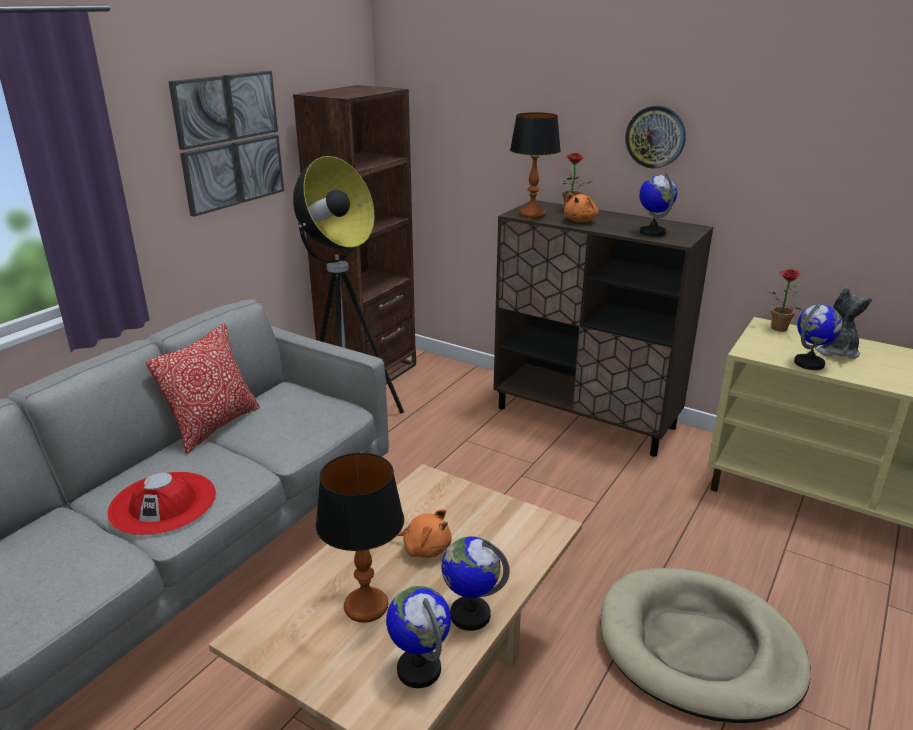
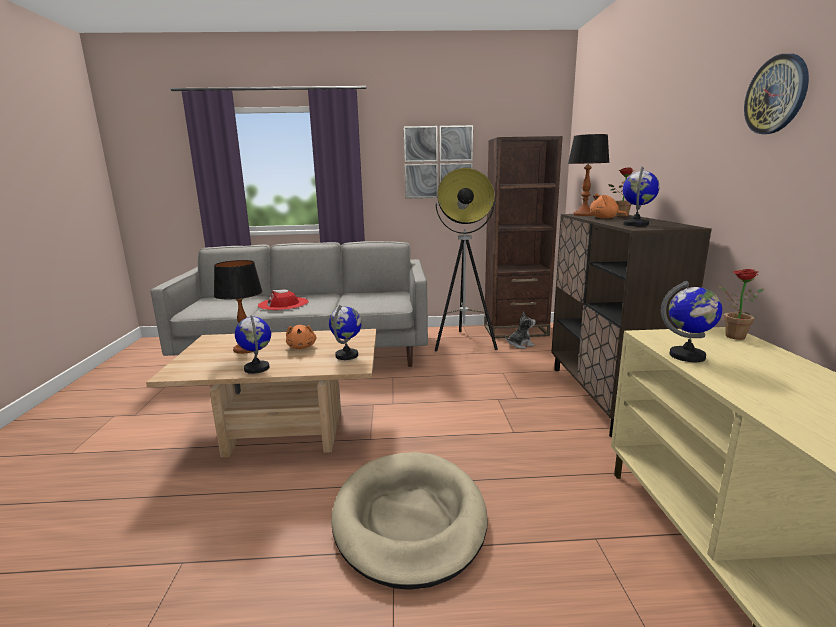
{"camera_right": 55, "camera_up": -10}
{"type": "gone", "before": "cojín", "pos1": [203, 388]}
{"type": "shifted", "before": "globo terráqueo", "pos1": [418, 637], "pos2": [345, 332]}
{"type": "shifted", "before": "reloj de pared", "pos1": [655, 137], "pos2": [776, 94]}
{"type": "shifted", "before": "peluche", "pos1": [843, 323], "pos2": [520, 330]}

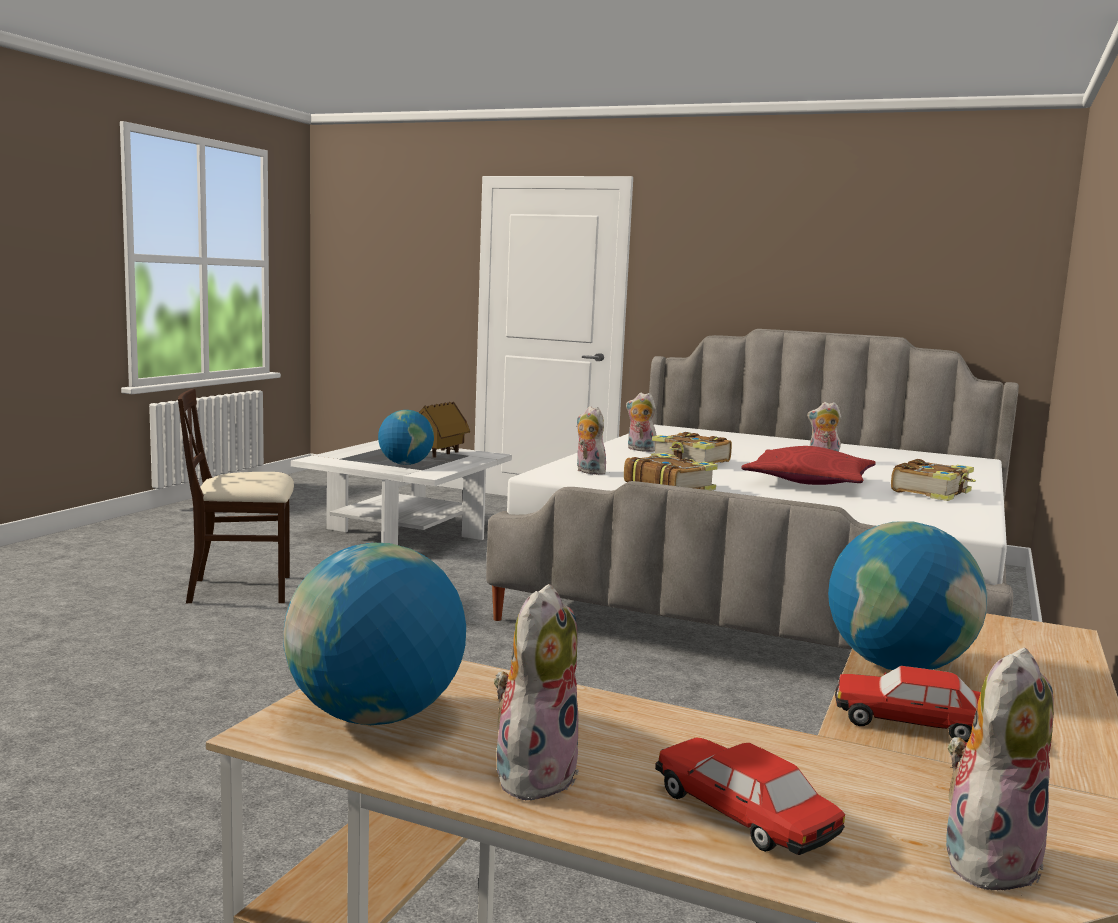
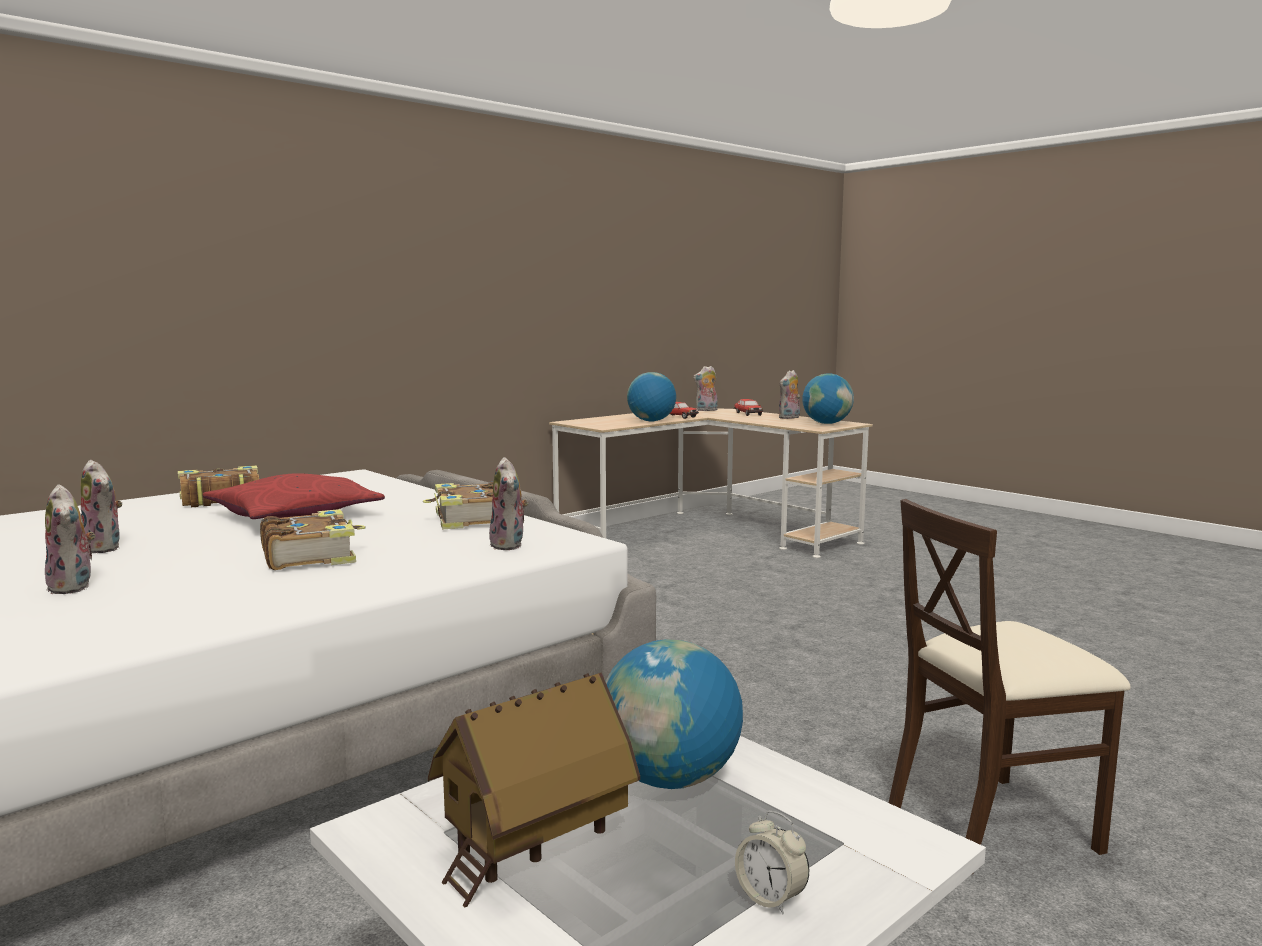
{"camera_right": -155, "camera_up": 0}
{"type": "rotated", "before": "silla [beis]", "pos1": [236, 496], "pos2": [1010, 687], "turn": 150}
{"type": "shifted", "before": "peluche", "pos1": [641, 422], "pos2": [70, 539]}
{"type": "new", "after": "despertador", "pos2": [772, 862]}

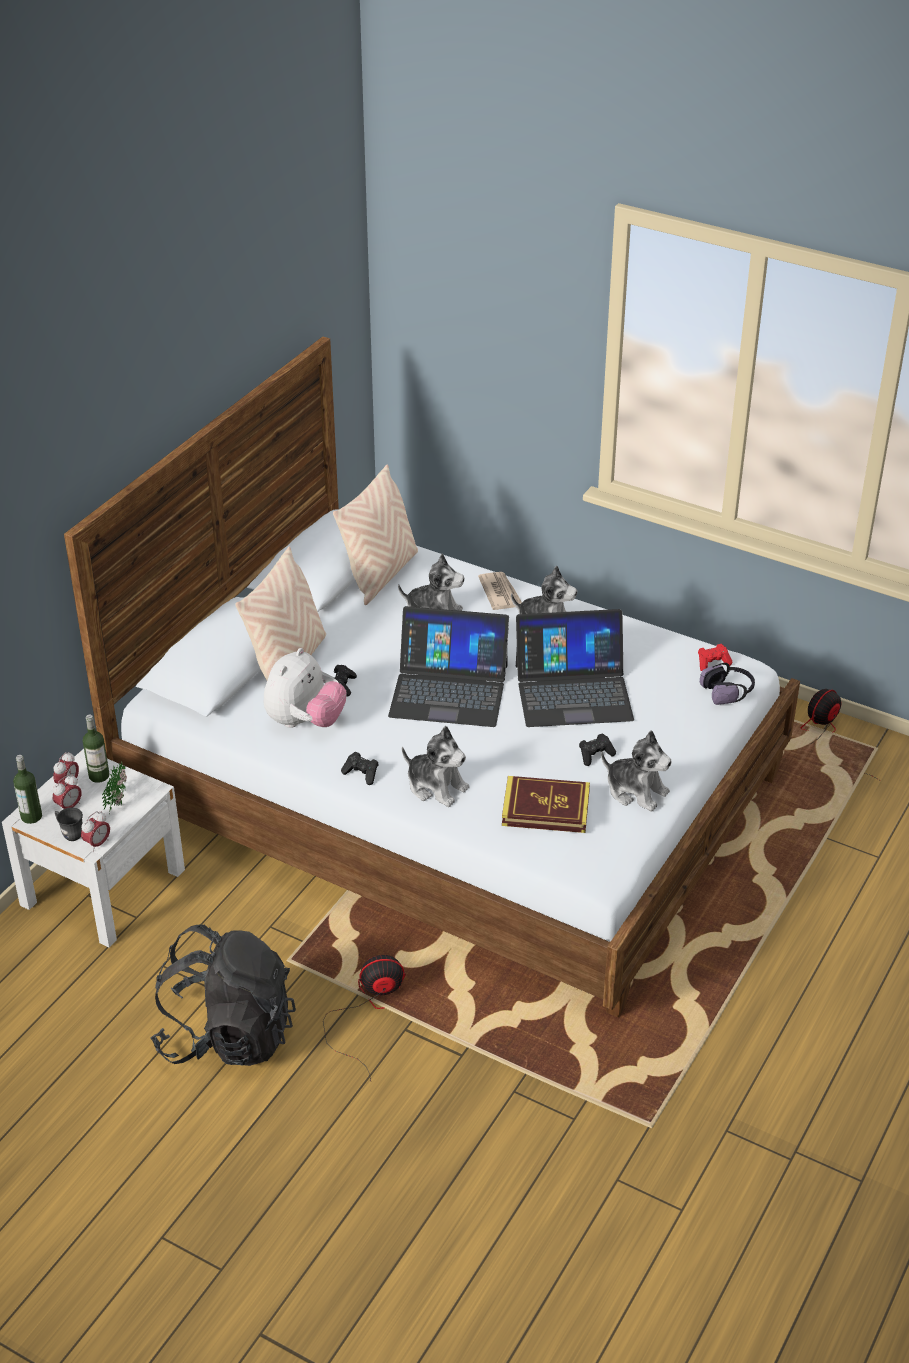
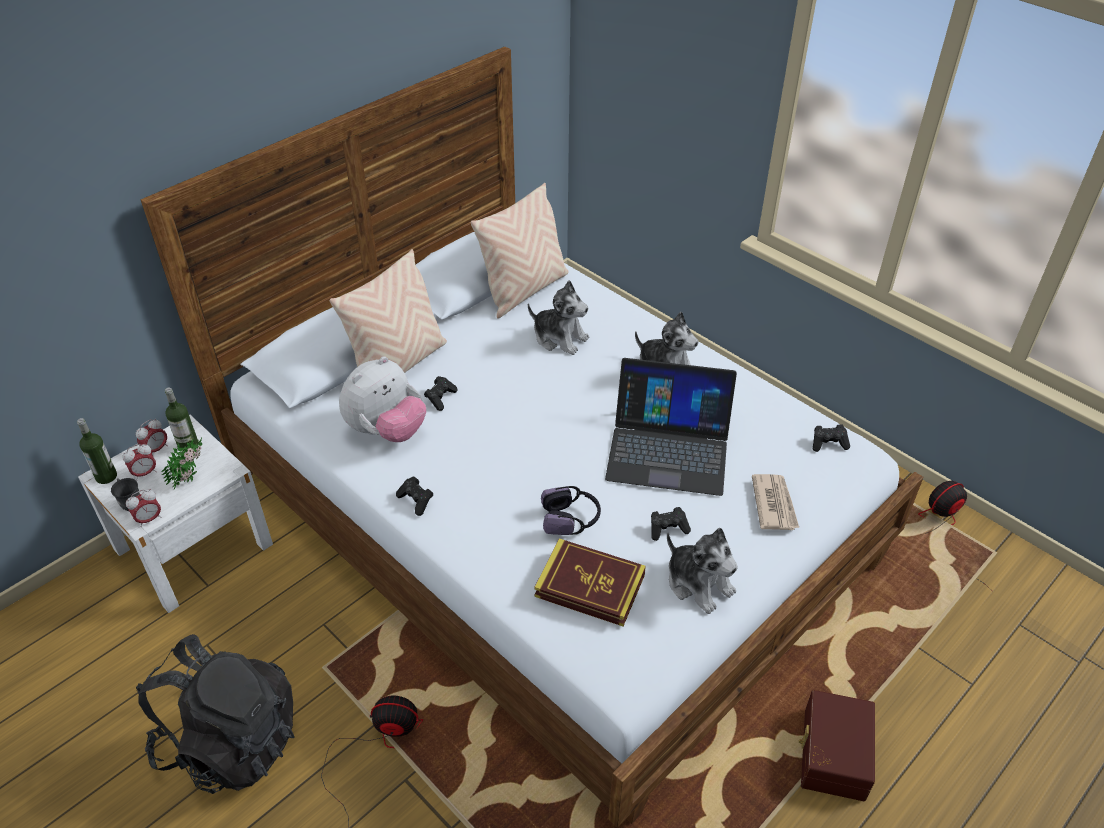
{"camera_right": 15, "camera_up": 5}
{"type": "gone", "before": "portátil", "pos1": [448, 666]}
{"type": "gone", "before": "peluche", "pos1": [435, 766]}
{"type": "shifted", "before": "periódico", "pos1": [500, 591], "pos2": [775, 502]}
{"type": "repainted", "before": "mando de consola [rojo]", "after": "mando de consola [negro]", "pos1": [715, 657], "pos2": [831, 438]}
{"type": "shifted", "before": "auriculares", "pos1": [727, 684], "pos2": [571, 510]}
{"type": "new", "after": "caja de almacenaje [marrón]", "pos2": [837, 745]}

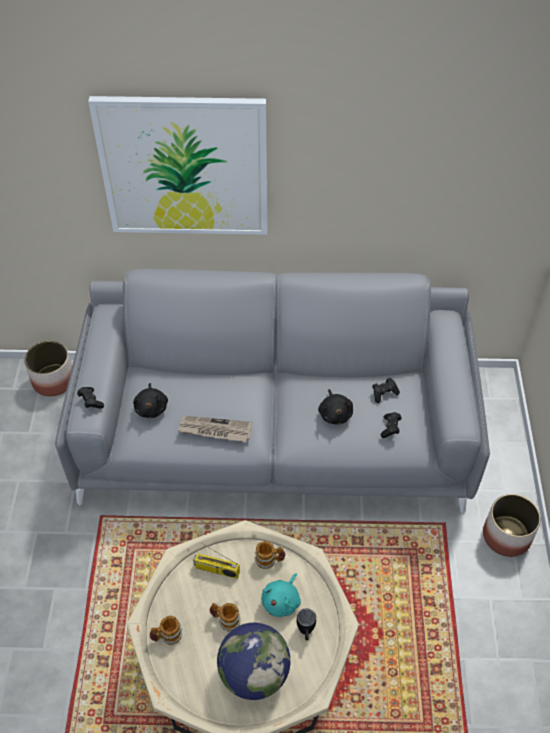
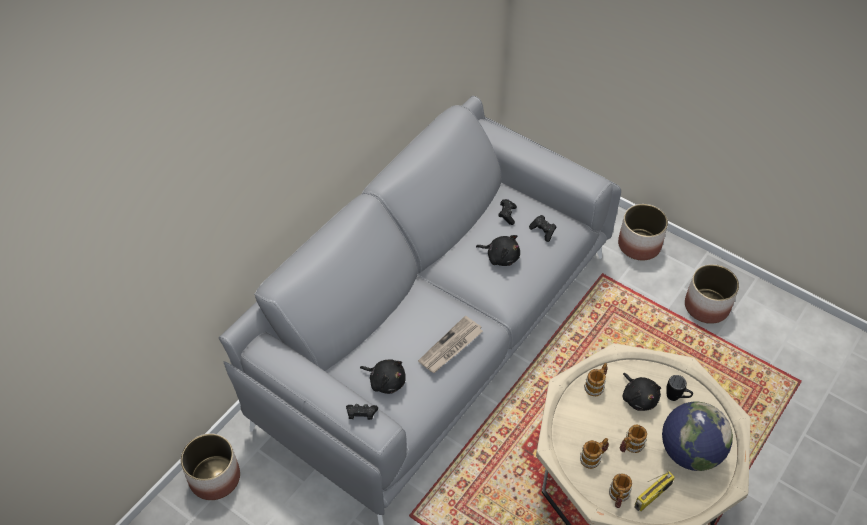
{"camera_right": -55, "camera_up": 0}
{"type": "gone", "before": "cuadro", "pos1": [177, 165]}
{"type": "shifted", "before": "radio", "pos1": [216, 561], "pos2": [655, 491]}
{"type": "repainted", "before": "peluche [turquesa]", "after": "peluche [negro]", "pos1": [281, 595], "pos2": [642, 392]}
{"type": "new", "after": "taza grande", "pos2": [594, 453]}
{"type": "new", "after": "maceta", "pos2": [712, 294]}

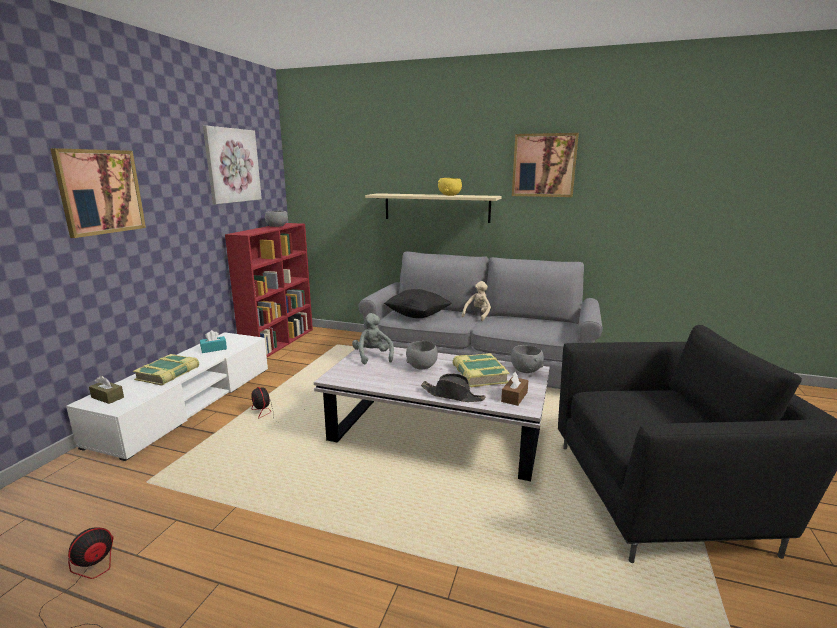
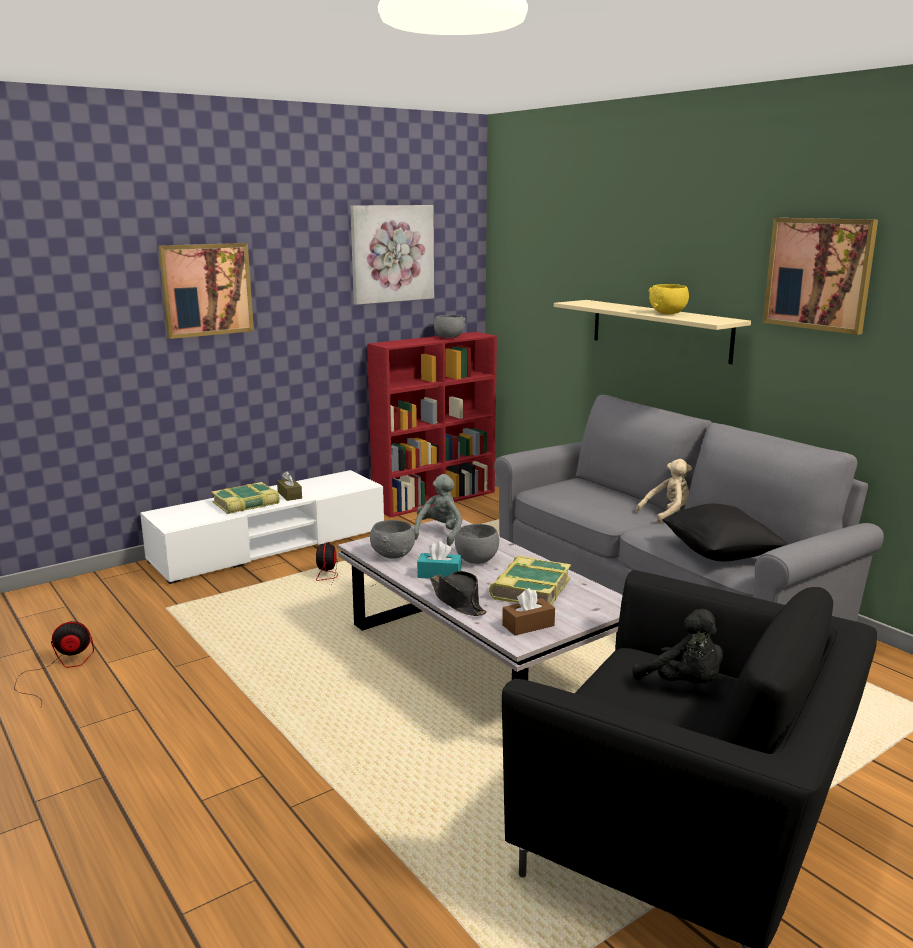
{"camera_right": 35, "camera_up": 0}
{"type": "shifted", "before": "caja de pañuelos [marrón]", "pos1": [106, 389], "pos2": [289, 486]}
{"type": "shifted", "before": "caja de pañuelos [turquesa]", "pos1": [213, 341], "pos2": [439, 560]}
{"type": "shifted", "before": "cojín [negro]", "pos1": [418, 303], "pos2": [725, 532]}
{"type": "shifted", "before": "cuenco [gris]", "pos1": [527, 359], "pos2": [392, 539]}
{"type": "new", "after": "peluche [negro]", "pos2": [677, 646]}

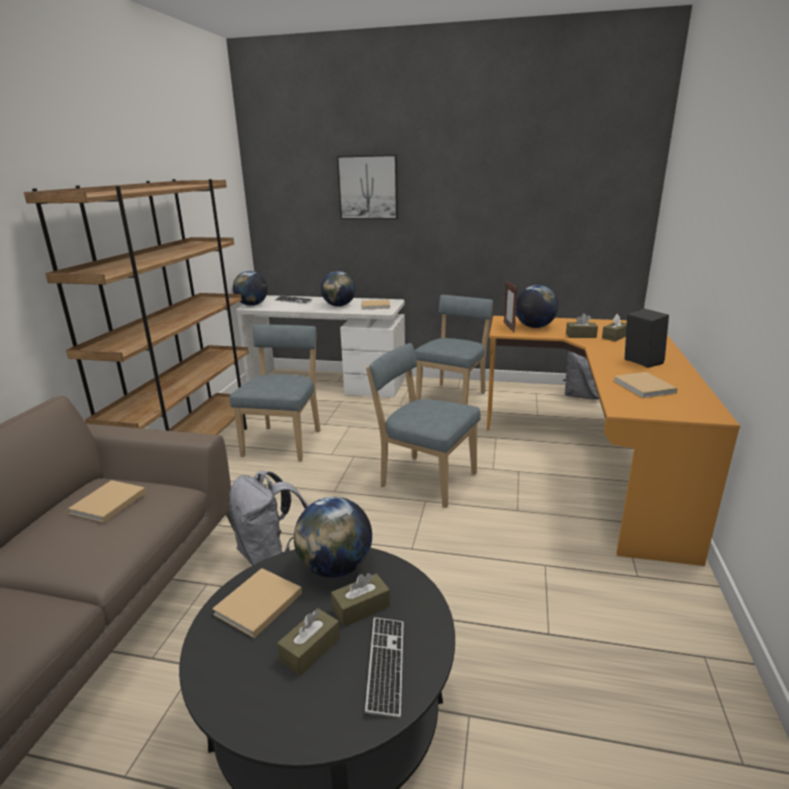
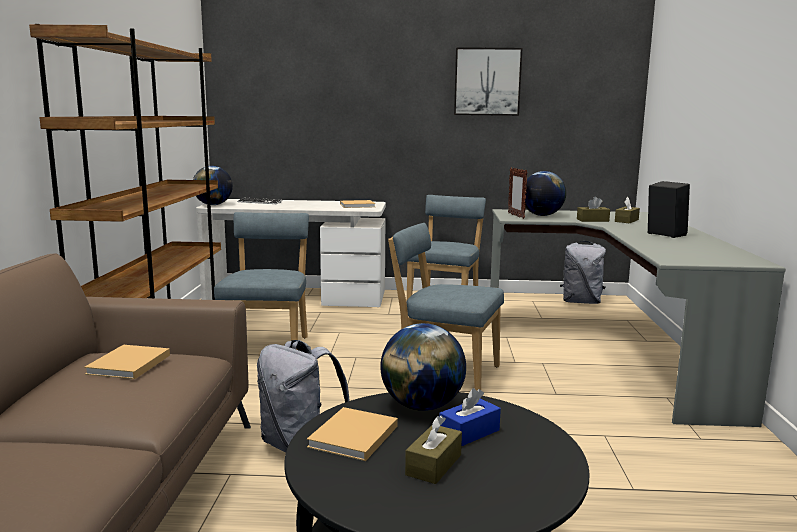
{"camera_right": -10, "camera_up": -10}
{"type": "gone", "before": "globo terráqueo", "pos1": [338, 289]}
{"type": "repainted", "before": "caja de pañuelos [marrón]", "after": "caja de pañuelos [azul]", "pos1": [360, 600], "pos2": [470, 417]}
{"type": "shifted", "before": "cuadro", "pos1": [367, 187], "pos2": [488, 81]}
{"type": "gone", "before": "teclado", "pos1": [384, 667]}
{"type": "repainted", "before": "escritorio [naranja]", "after": "escritorio [gris]", "pos1": [613, 441], "pos2": [637, 318]}
{"type": "gone", "before": "libro [beis]", "pos1": [646, 385]}

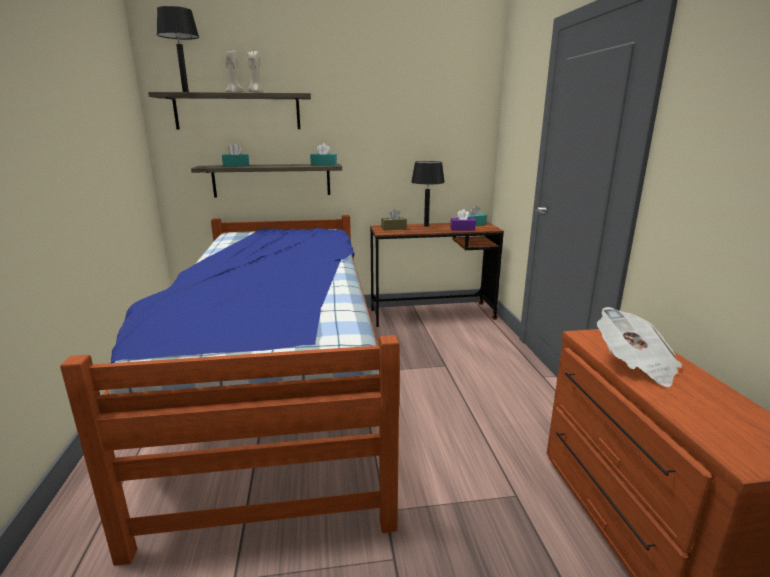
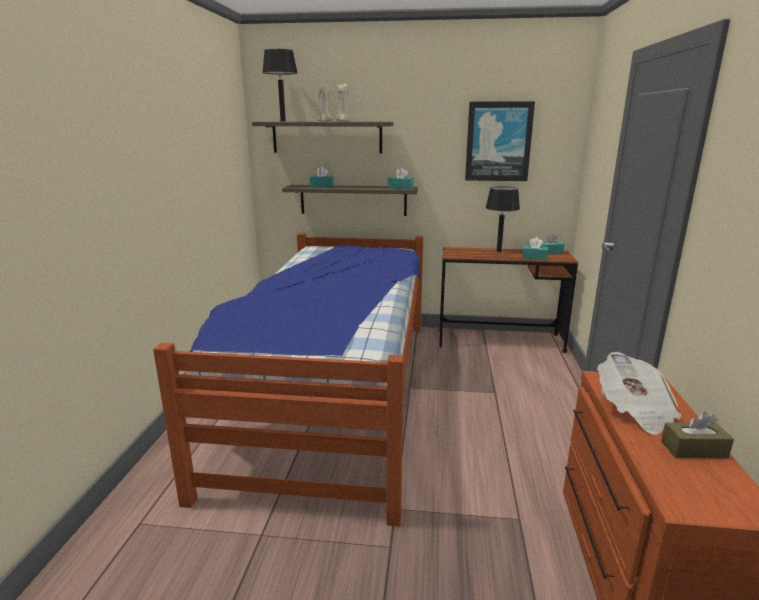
{"camera_right": 15, "camera_up": 0}
{"type": "shifted", "before": "caja de pañuelos [marrón]", "pos1": [394, 220], "pos2": [697, 435]}
{"type": "repainted", "before": "caja de pañuelos [morado]", "after": "caja de pañuelos [turquesa]", "pos1": [463, 220], "pos2": [535, 248]}
{"type": "new", "after": "cuadro", "pos2": [500, 141]}

